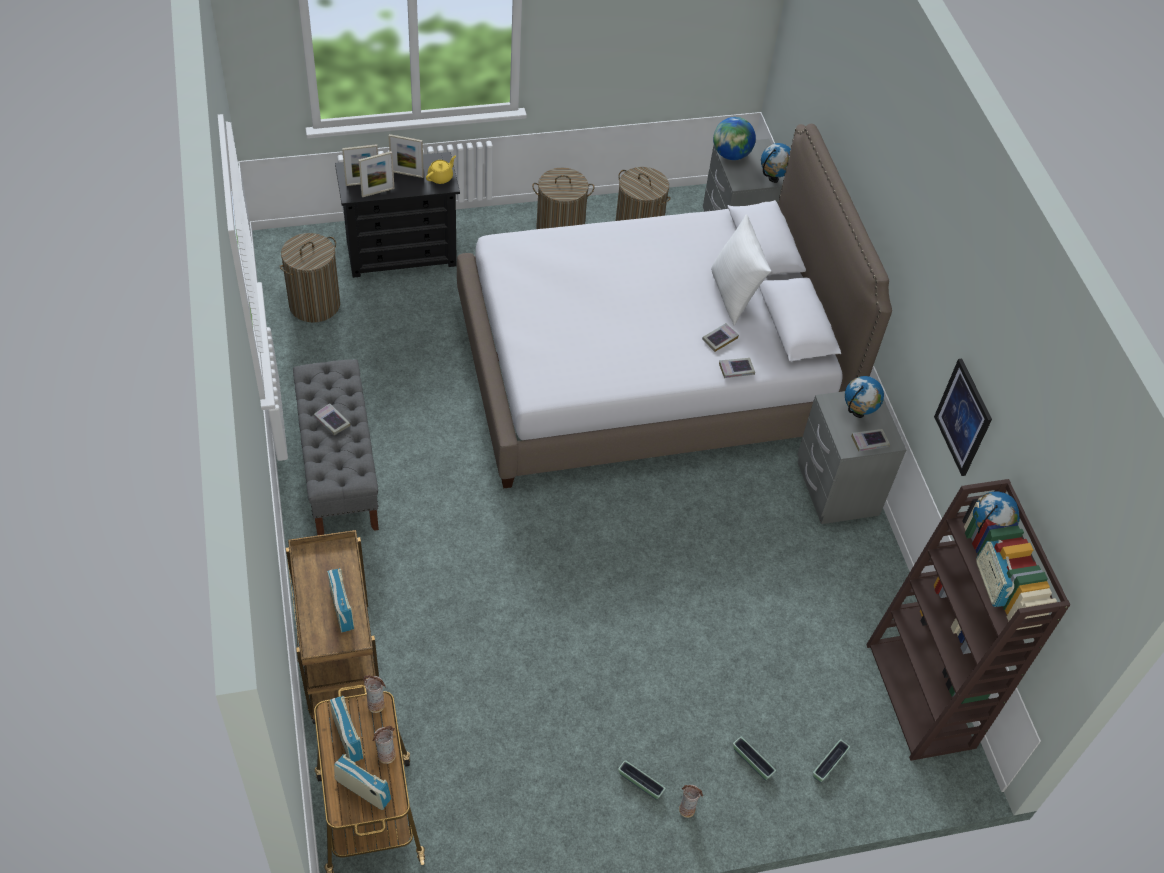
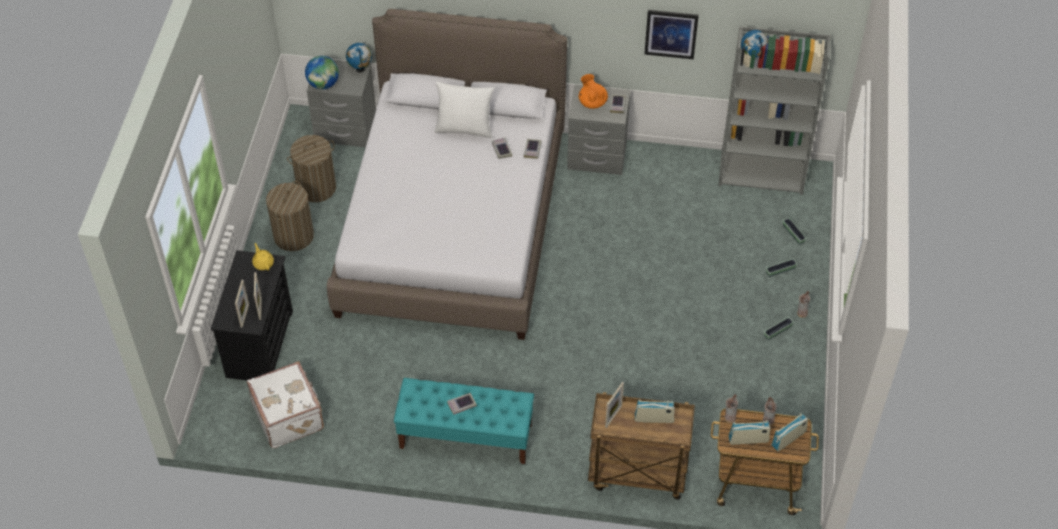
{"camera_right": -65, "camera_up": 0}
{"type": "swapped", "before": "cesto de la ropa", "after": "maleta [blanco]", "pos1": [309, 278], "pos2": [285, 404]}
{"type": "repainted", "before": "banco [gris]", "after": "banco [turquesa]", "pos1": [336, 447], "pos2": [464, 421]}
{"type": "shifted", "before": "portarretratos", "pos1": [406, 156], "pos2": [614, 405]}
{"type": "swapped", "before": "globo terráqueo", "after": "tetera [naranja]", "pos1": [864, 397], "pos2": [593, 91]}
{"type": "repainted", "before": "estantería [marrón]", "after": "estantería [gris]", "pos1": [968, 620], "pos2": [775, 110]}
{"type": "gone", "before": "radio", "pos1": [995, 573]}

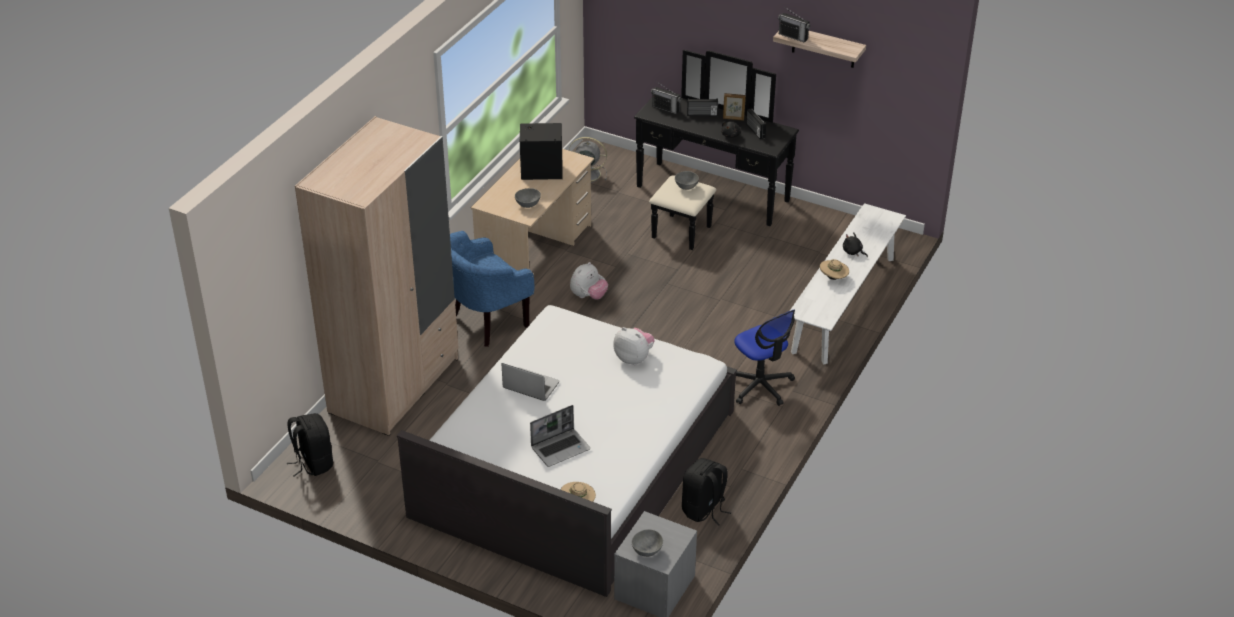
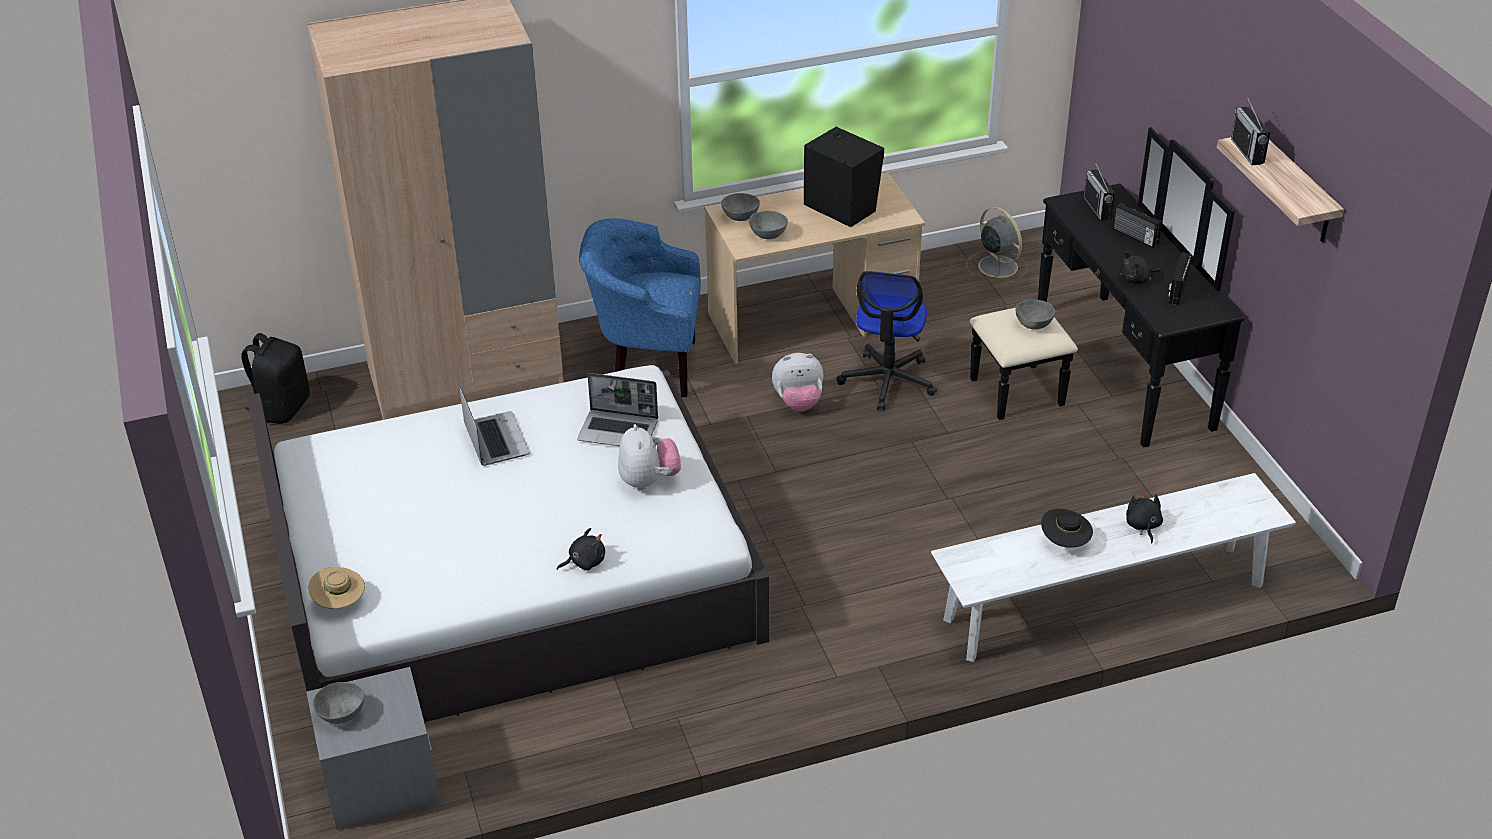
{"camera_right": 45, "camera_up": 0}
{"type": "shifted", "before": "portátil", "pos1": [560, 436], "pos2": [617, 409]}
{"type": "gone", "before": "mochila [negro]", "pos1": [706, 492]}
{"type": "gone", "before": "portarretratos", "pos1": [734, 107]}
{"type": "shifted", "before": "silla de oficina", "pos1": [764, 357], "pos2": [886, 340]}
{"type": "repainted", "before": "sombrero [beis]", "after": "sombrero [negro]", "pos1": [834, 269], "pos2": [1067, 528]}
{"type": "new", "after": "peluche [negro]", "pos2": [581, 549]}
{"type": "new", "after": "cuenco [gris]", "pos2": [740, 207]}

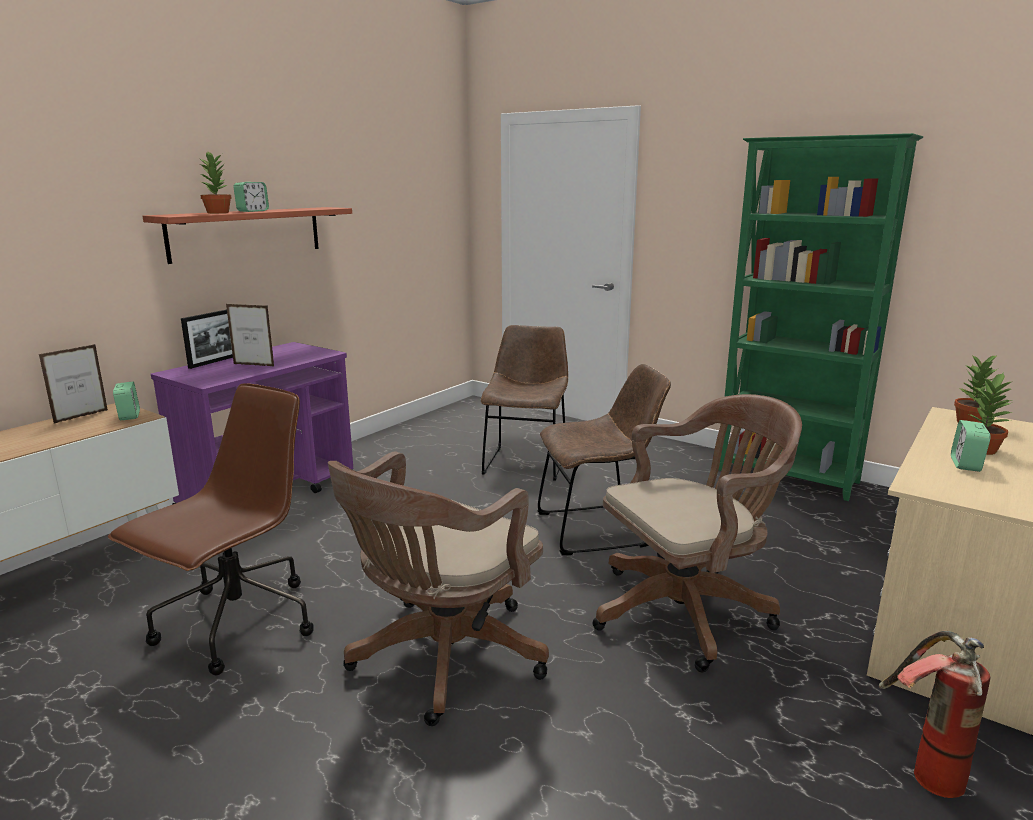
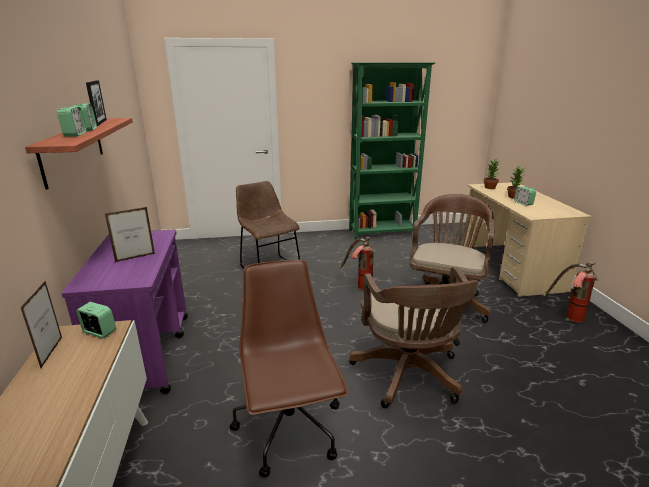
{"camera_right": -45, "camera_up": 5}
{"type": "shifted", "before": "portarretratos", "pos1": [207, 339], "pos2": [96, 103]}
{"type": "swapped", "before": "planta en maceta", "after": "despertador", "pos1": [215, 182], "pos2": [71, 121]}
{"type": "swapped", "before": "silla [marrón]", "after": "extintor", "pos1": [604, 459], "pos2": [357, 263]}

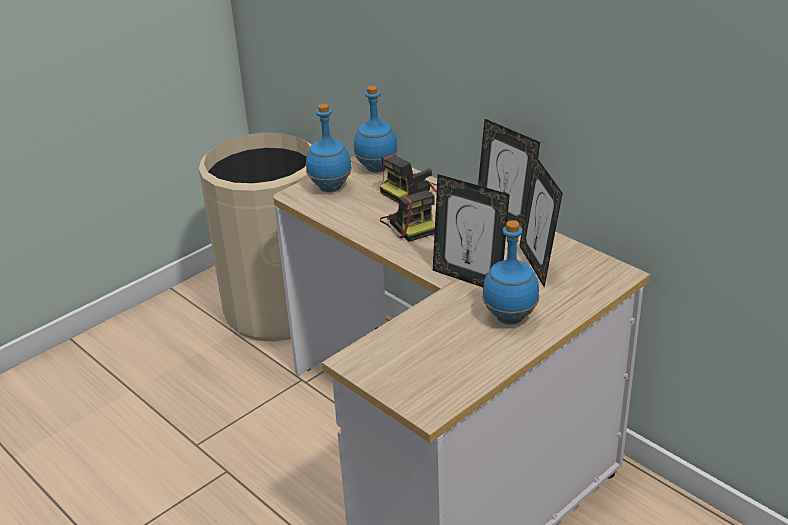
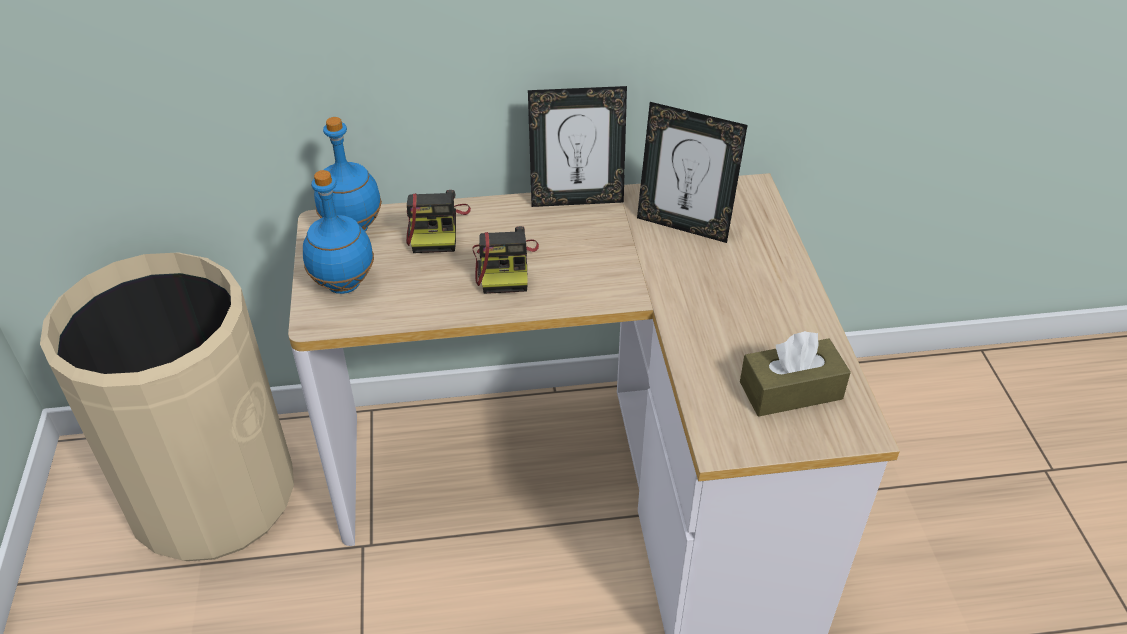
{"camera_right": -55, "camera_up": 10}
{"type": "rotated", "before": "cámara", "pos1": [407, 216], "pos2": [506, 260], "turn": 75}
{"type": "gone", "before": "portarretratos", "pos1": [471, 230]}
{"type": "gone", "before": "botella [azul]", "pos1": [510, 272]}
{"type": "new", "after": "caja de pañuelos [marrón]", "pos2": [795, 374]}

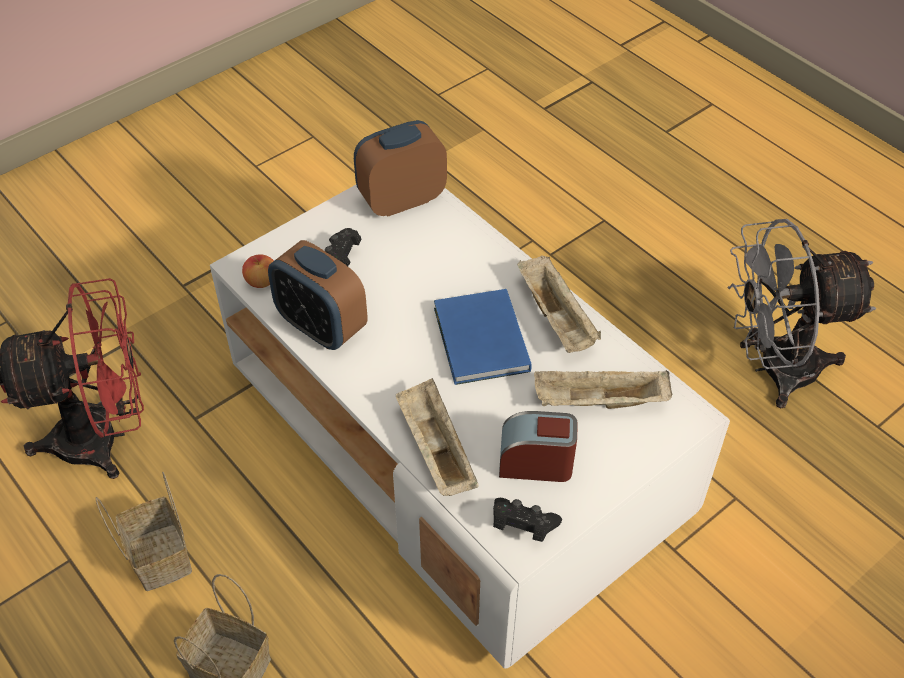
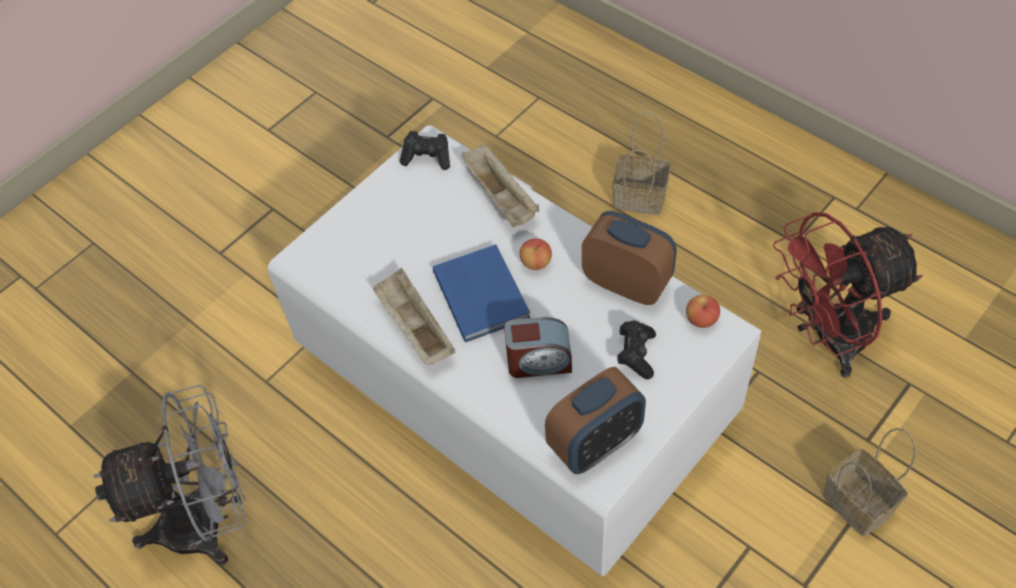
{"camera_right": 175, "camera_up": 5}
{"type": "shifted", "before": "cesta", "pos1": [143, 531], "pos2": [869, 482]}
{"type": "shifted", "before": "despertador", "pos1": [538, 446], "pos2": [538, 347]}
{"type": "gone", "before": "bandeja [beis]", "pos1": [603, 389]}
{"type": "new", "after": "manzana", "pos2": [536, 254]}

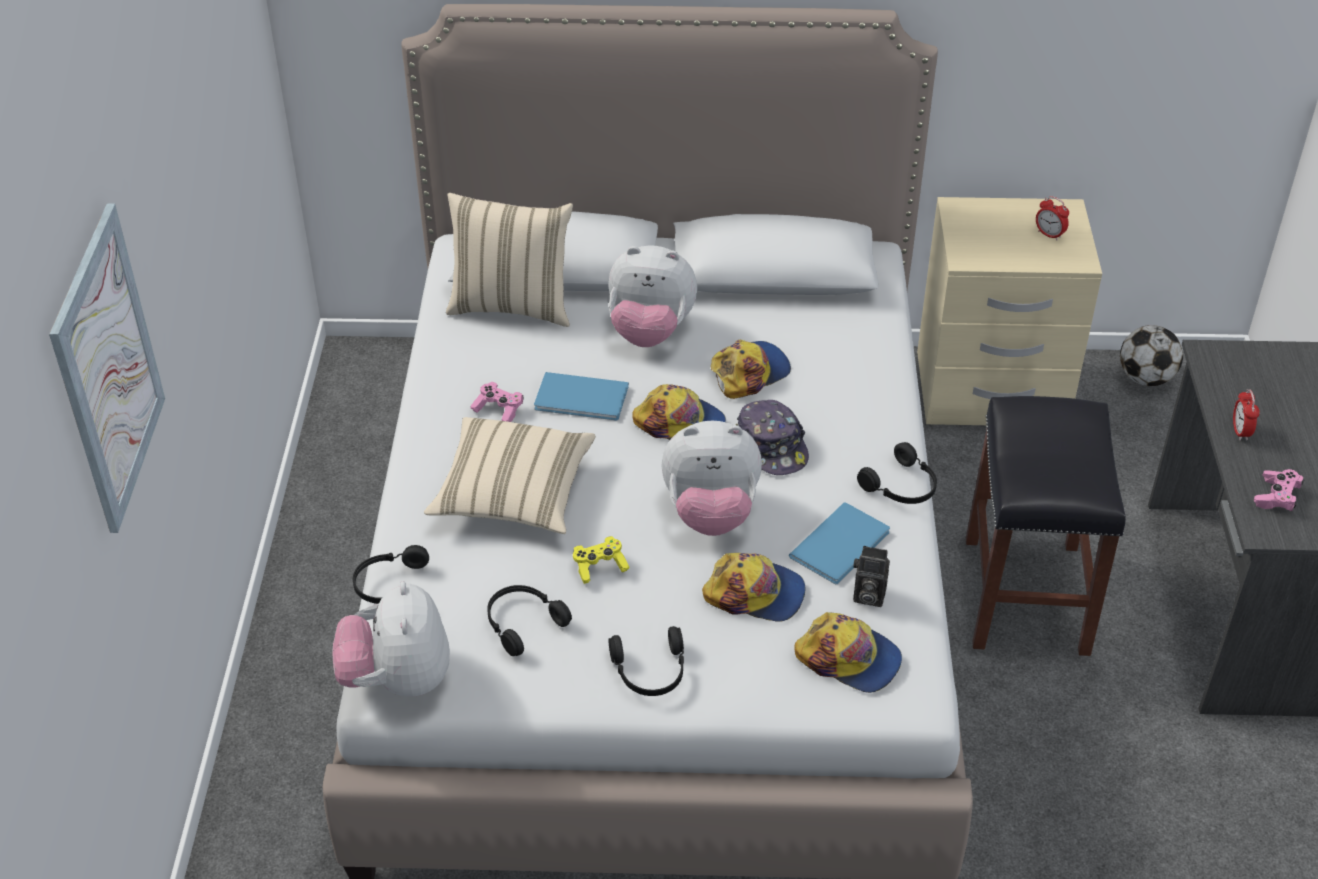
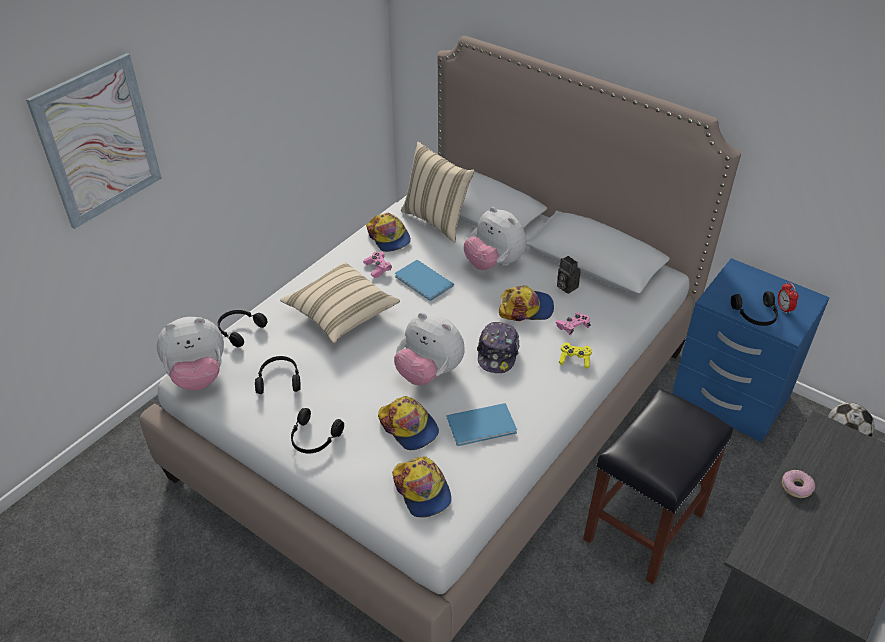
{"camera_right": 35, "camera_up": 0}
{"type": "rotated", "before": "peluche", "pos1": [391, 639], "pos2": [190, 354], "turn": -135}
{"type": "shifted", "before": "mando de consola [amarillo]", "pos1": [601, 560], "pos2": [575, 355]}
{"type": "shifted", "before": "gorra", "pos1": [679, 412], "pos2": [388, 232]}
{"type": "shifted", "before": "cámara", "pos1": [871, 576], "pos2": [569, 275]}
{"type": "shifted", "before": "auriculares [negro]", "pos1": [897, 473], "pos2": [754, 308]}
{"type": "repainted", "before": "mesita de noche [beis]", "after": "mesita de noche [azul]", "pos1": [1009, 311], "pos2": [751, 350]}
{"type": "swapped", "before": "despertador", "after": "rosquilla", "pos1": [1246, 414], "pos2": [798, 484]}
{"type": "shifted", "before": "mando de consola [rosa]", "pos1": [1279, 490], "pos2": [572, 323]}

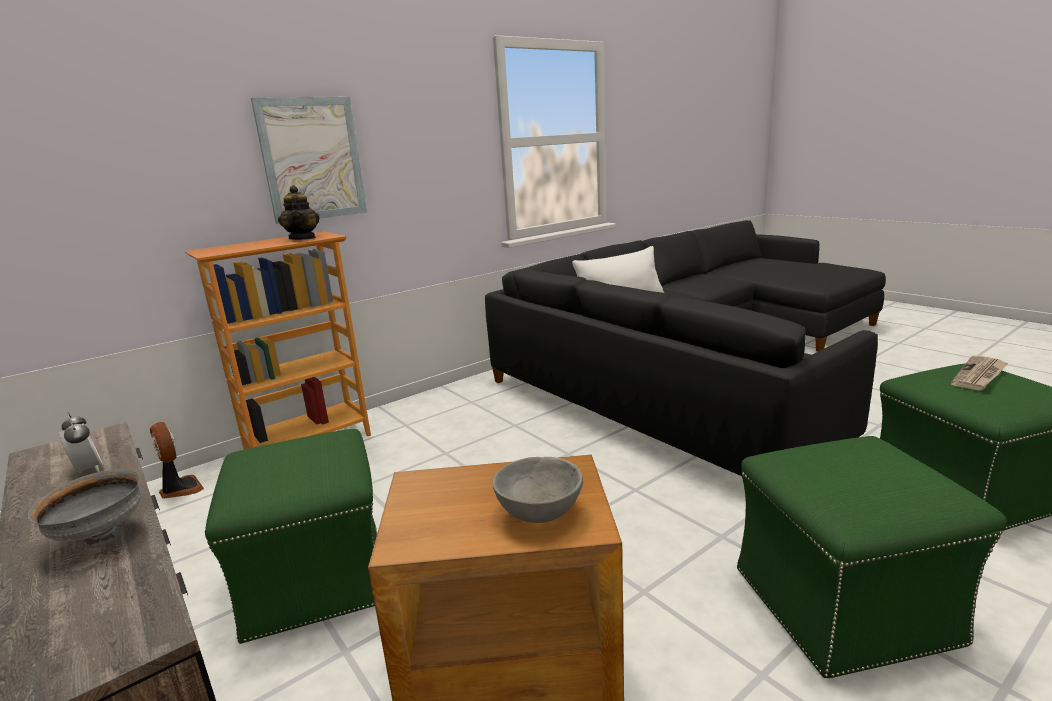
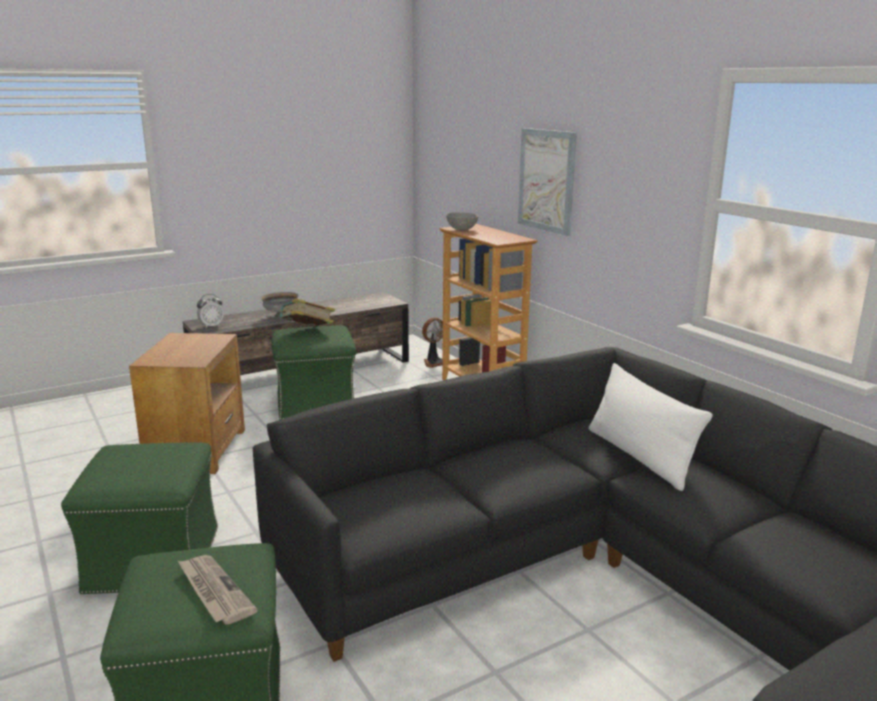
{"camera_right": 95, "camera_up": 0}
{"type": "shifted", "before": "despertador", "pos1": [80, 442], "pos2": [210, 311]}
{"type": "gone", "before": "tetera", "pos1": [299, 212]}
{"type": "shifted", "before": "cuenco [gris]", "pos1": [538, 490], "pos2": [462, 221]}
{"type": "new", "after": "libro", "pos2": [306, 312]}

